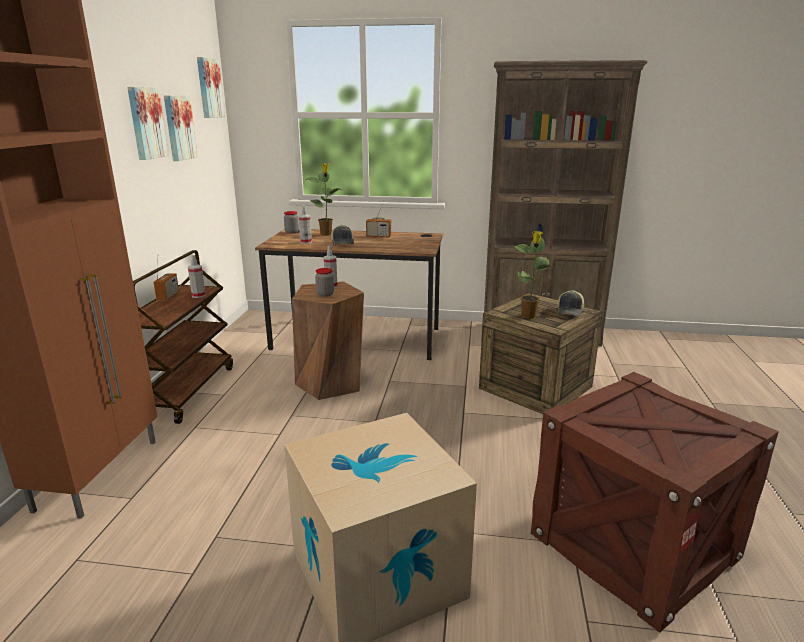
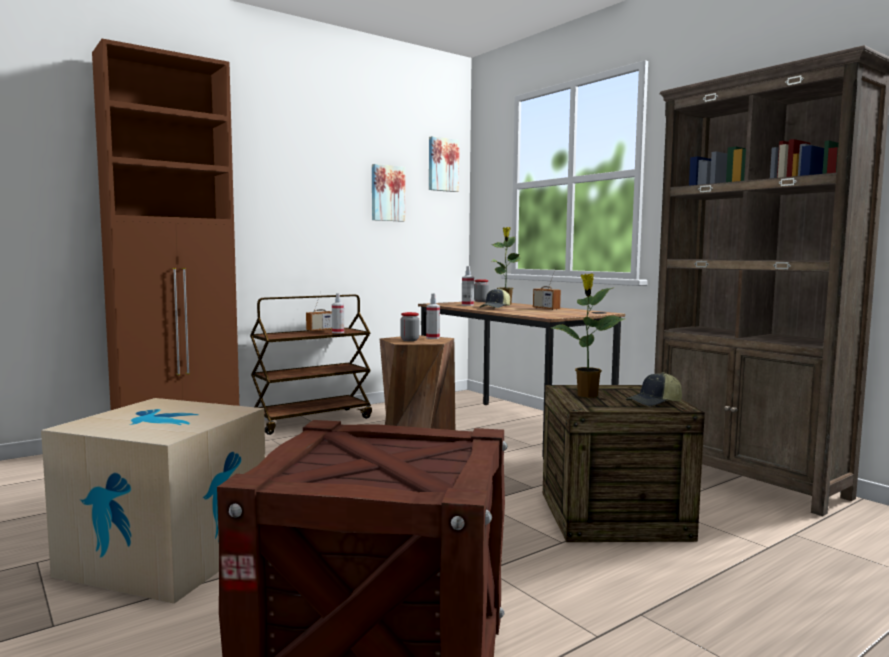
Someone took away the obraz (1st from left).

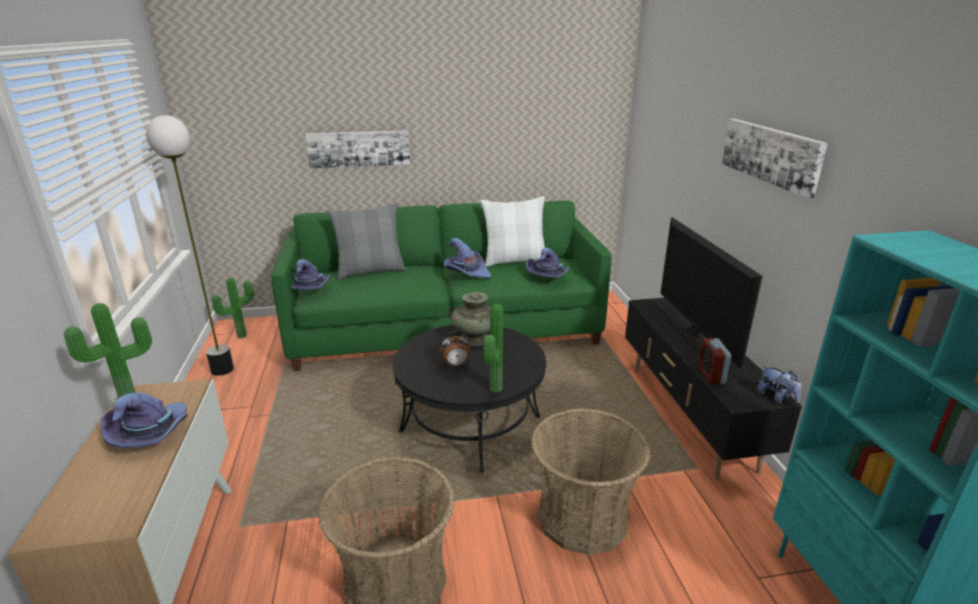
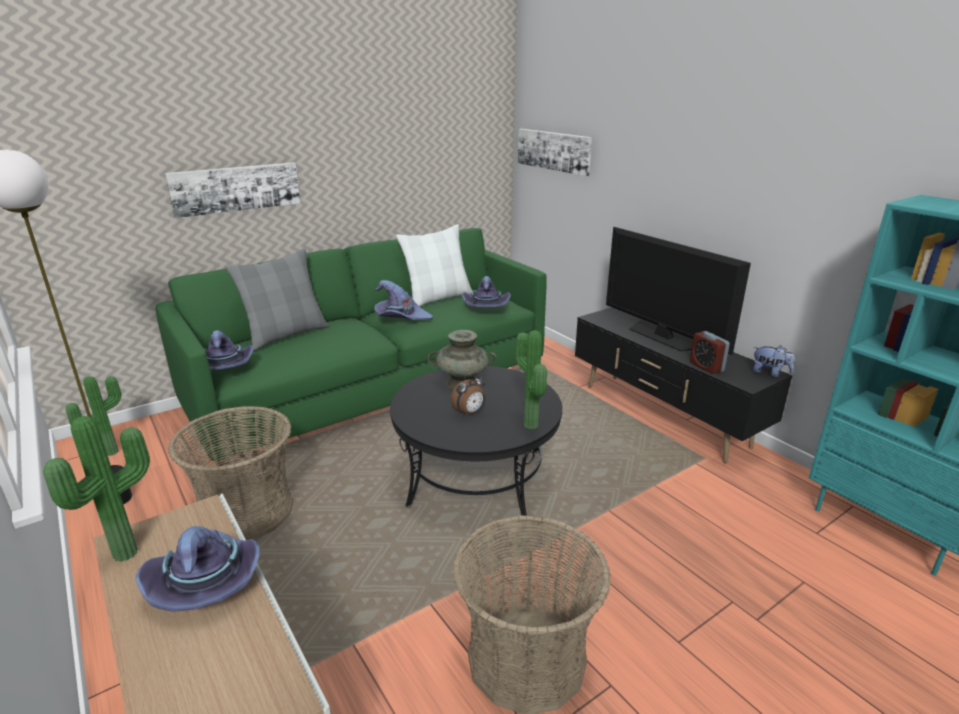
Someone carried the obraz (2nd from left). Someone carried the koszyk (2nd from left in the first image).

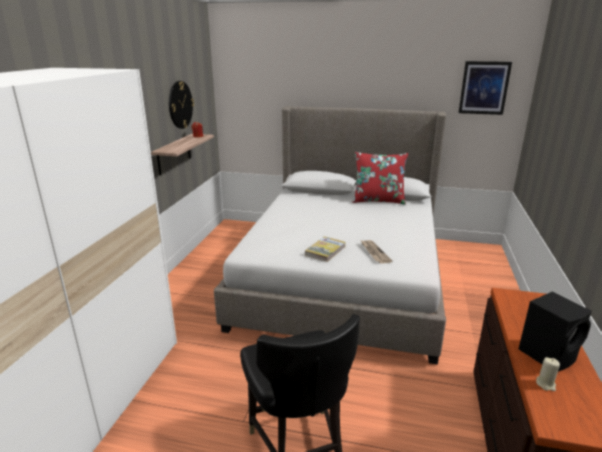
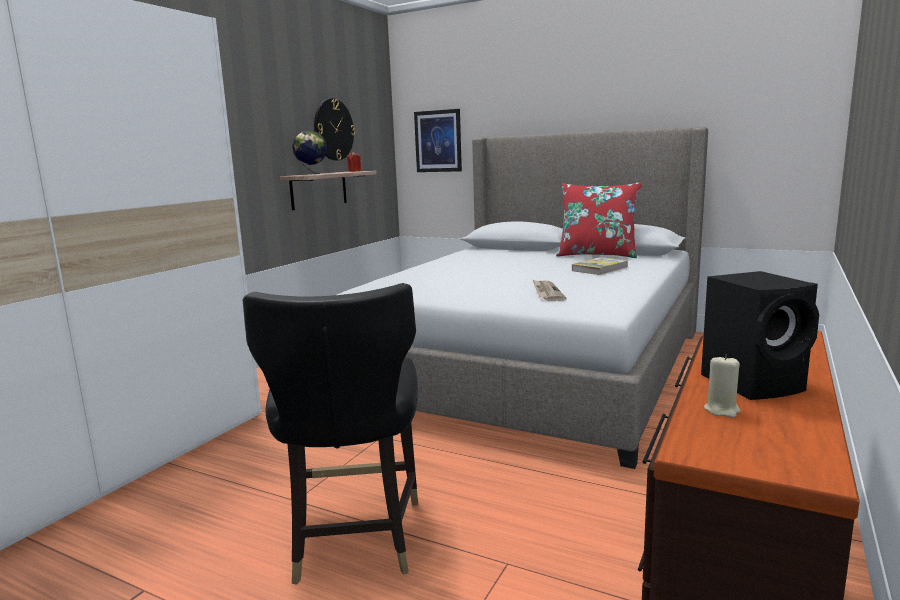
Someone carried the obraz. Someone carried the książka. Someone put down the globus.

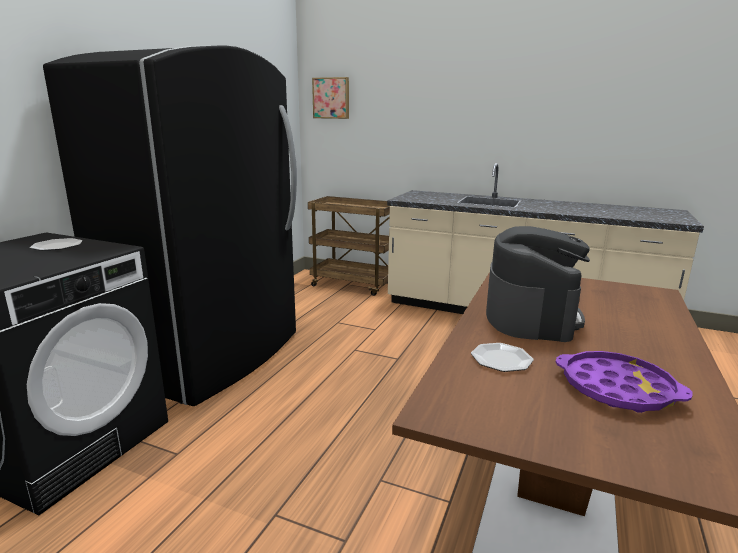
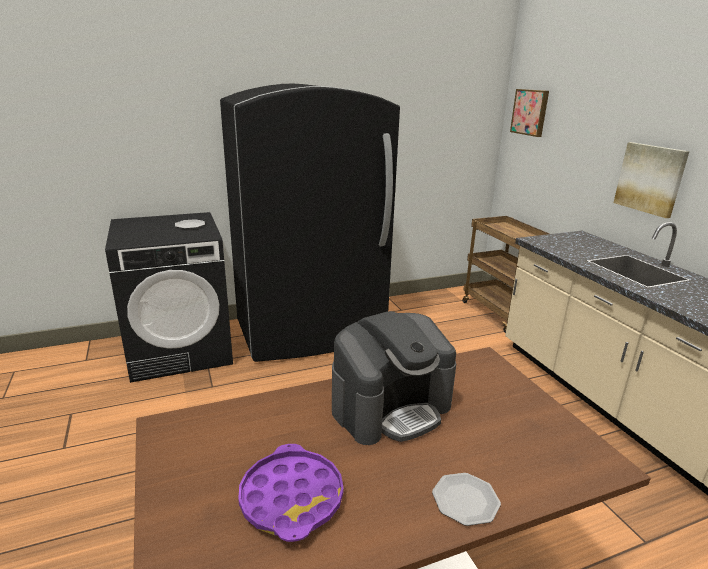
Someone carried the talerz (2nd from left). Someone put up the obraz (2nd from left).

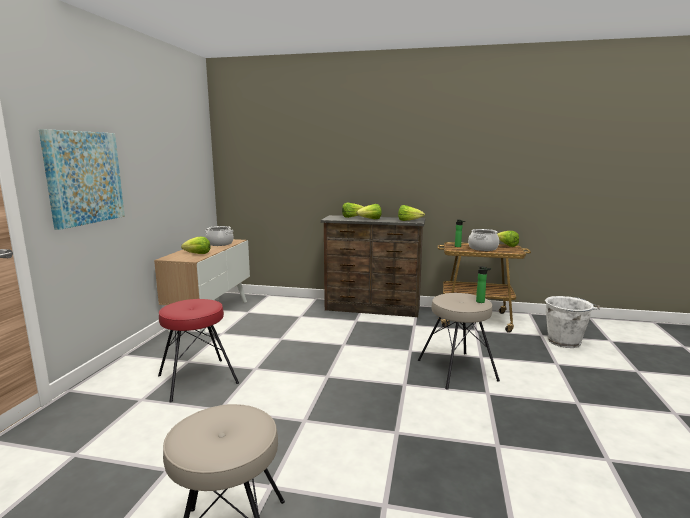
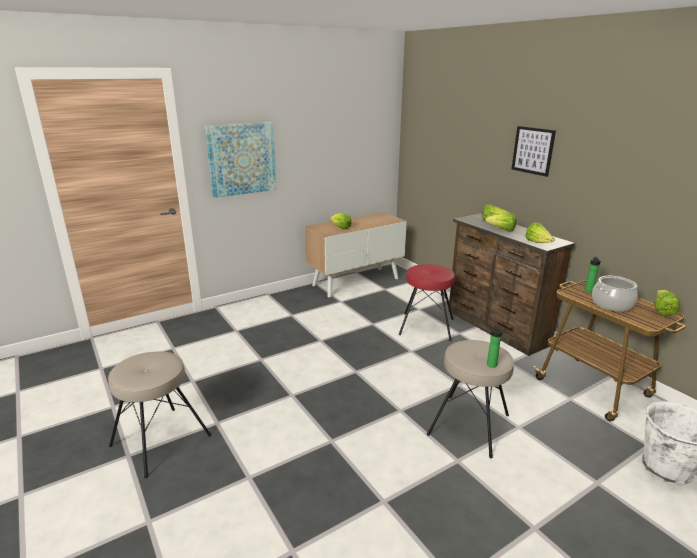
Someone took away the garnek (1st from left). Someone carried the stołek/czerwony. Someone put up the obraz (2nd from left).

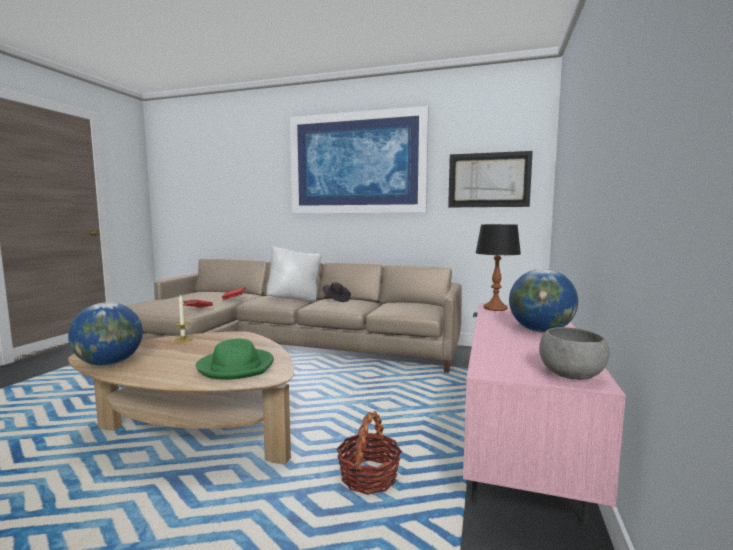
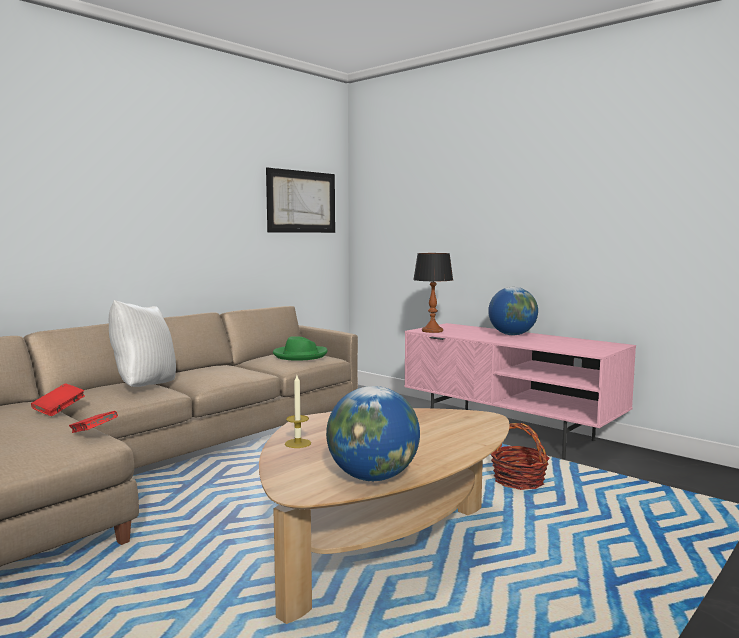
Someone took away the obraz (1st from left). Someone took away the kapelusz/czarny. Someone took away the miska/szary. Someone carried the kapelusz/zielony.

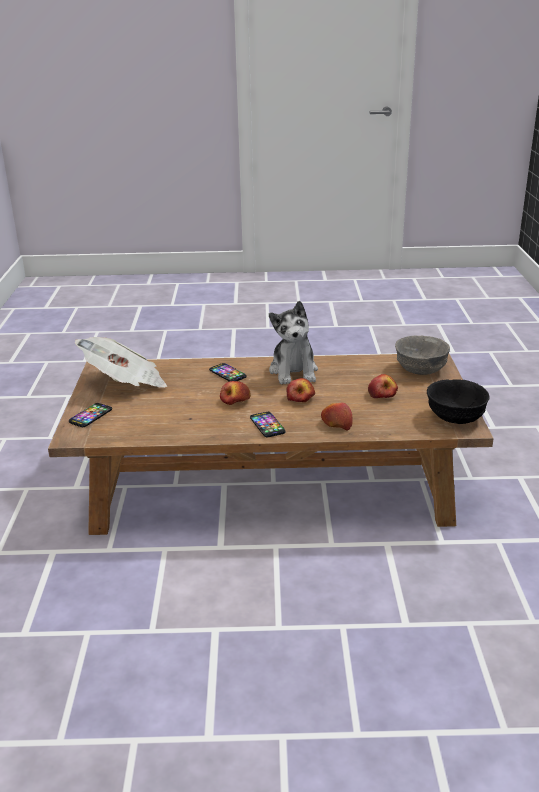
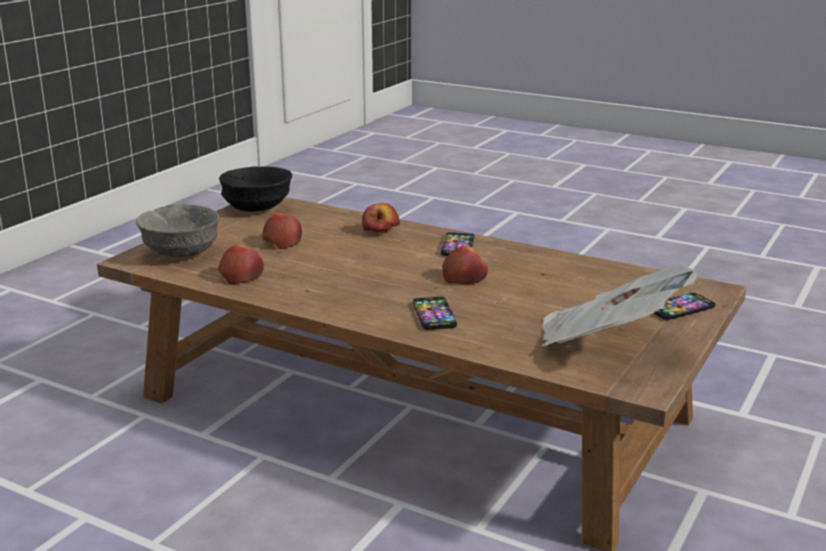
Someone took away the pluszak. Someone carried the jabłko (2nd from left in the first image).

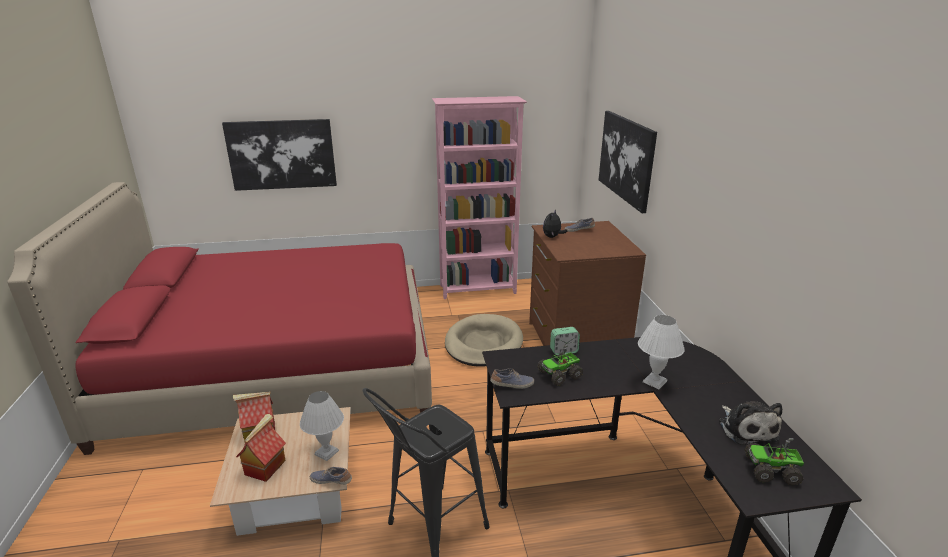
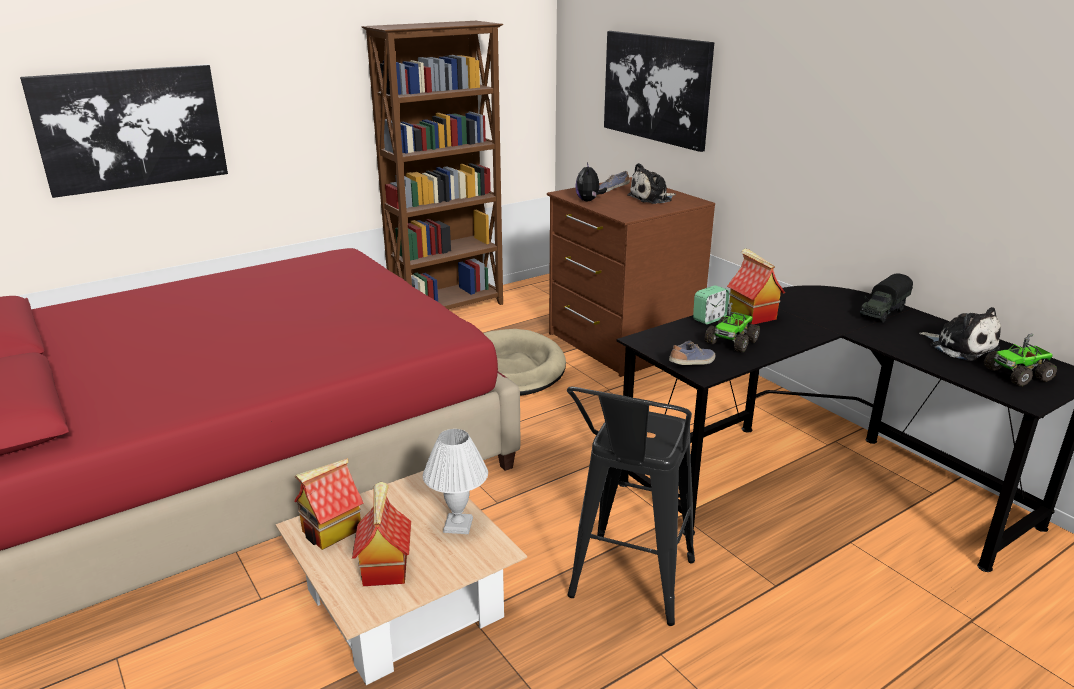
Someone repainted the regał/różowy, which became the regał/brązowy. Someone took away the lampa stołowa/biały (2nd from left). Someone took away the but (1st from left). Someone put down the pluszak (2nd from left). Someone put down the domek (3rd from left). Someone put down the ciężarówka zabawkowa (2nd from left).

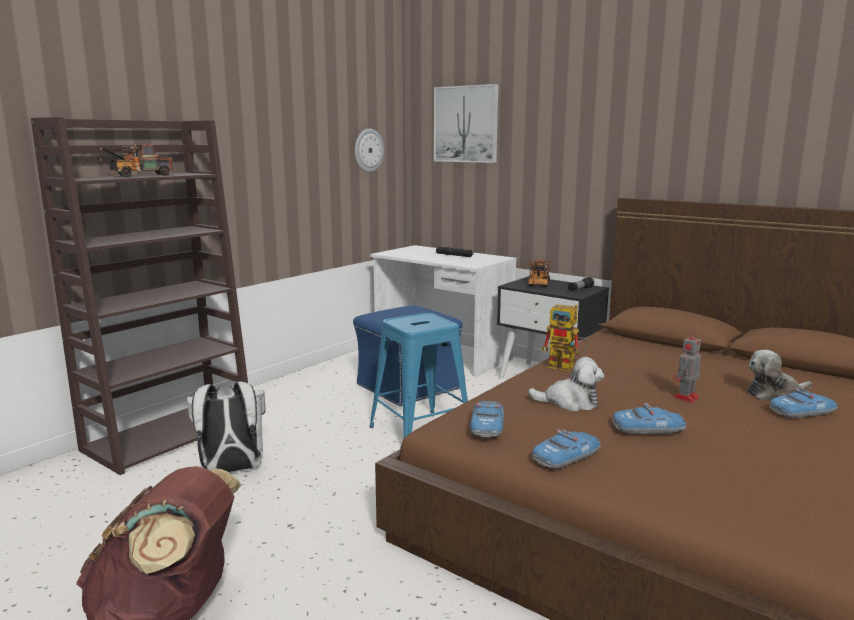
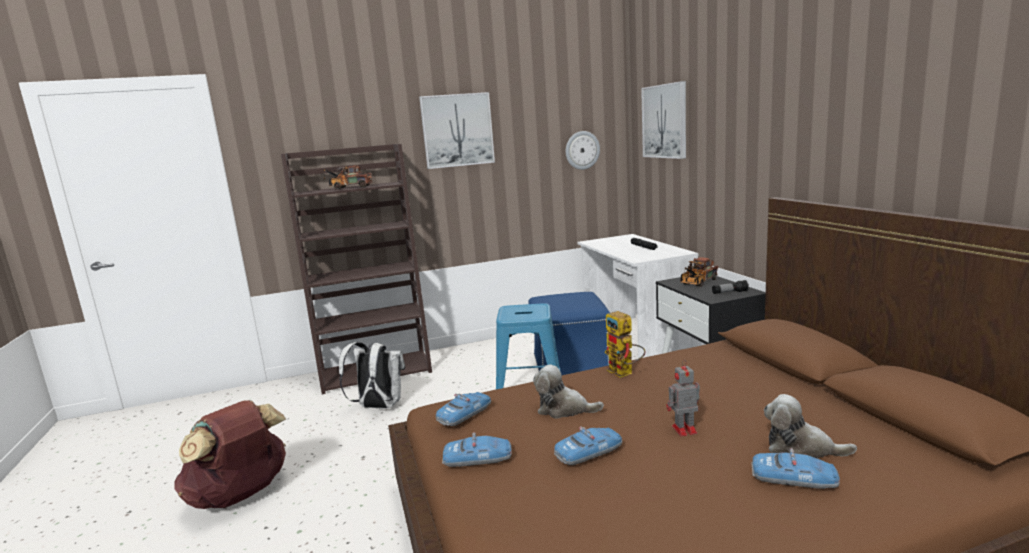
Someone rotated the pluszak (1st from left) by 150 degrees clockwise. Someone rotated the samochodzik (3rd from left) by 60 degrees counterclockwise. Someone put up the obraz (1st from left).

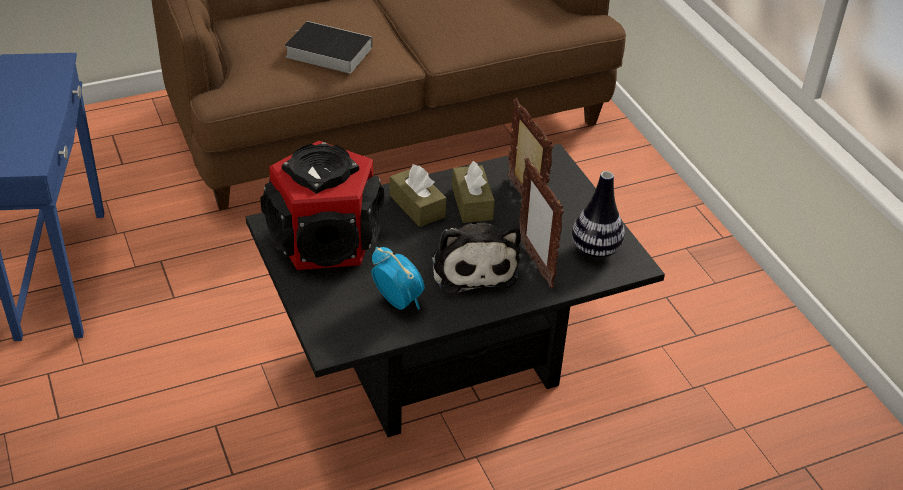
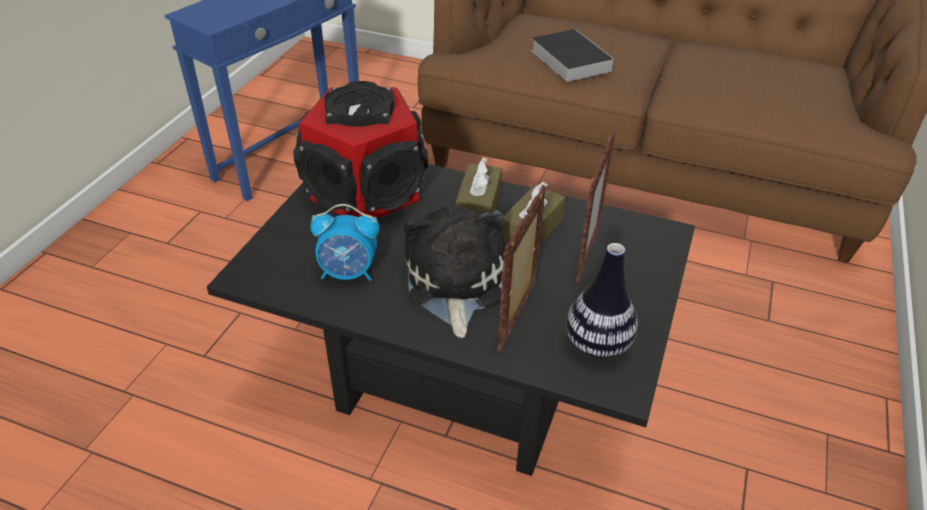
Someone rotated the pluszak by 150 degrees clockwise. Someone rotated the budzik by 90 degrees clockwise.

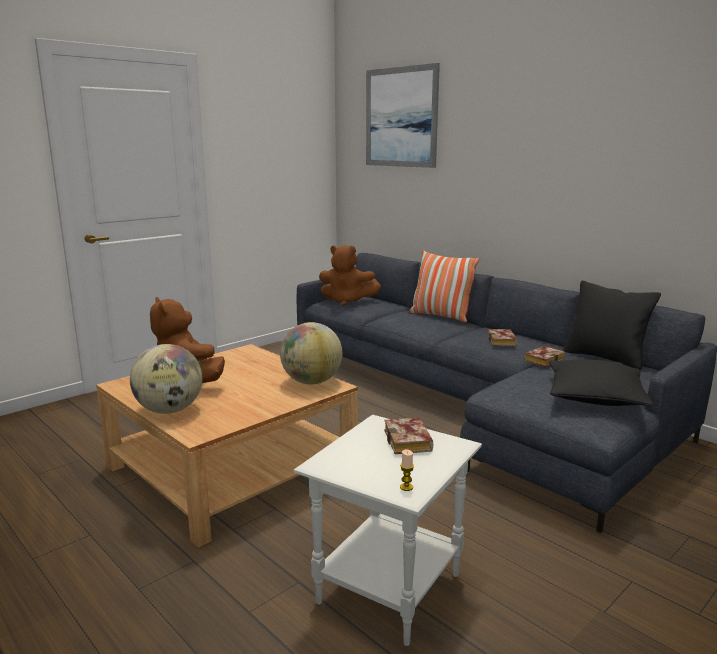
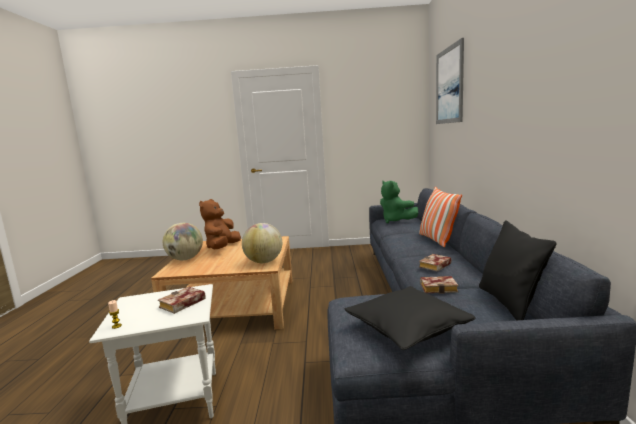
Someone repainted the pluszak/brązowy (2nd from left), which became the pluszak/zielony.

